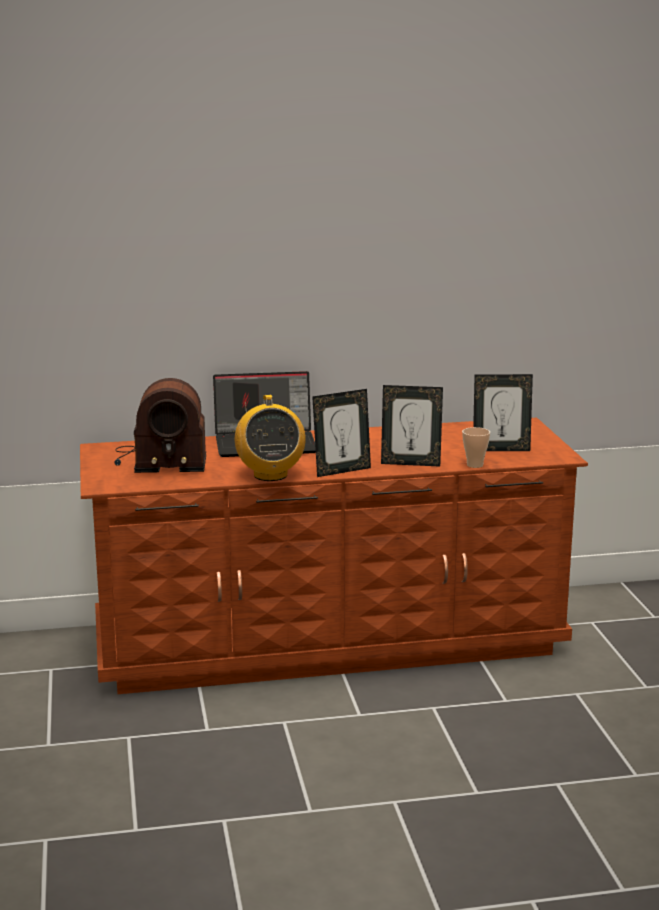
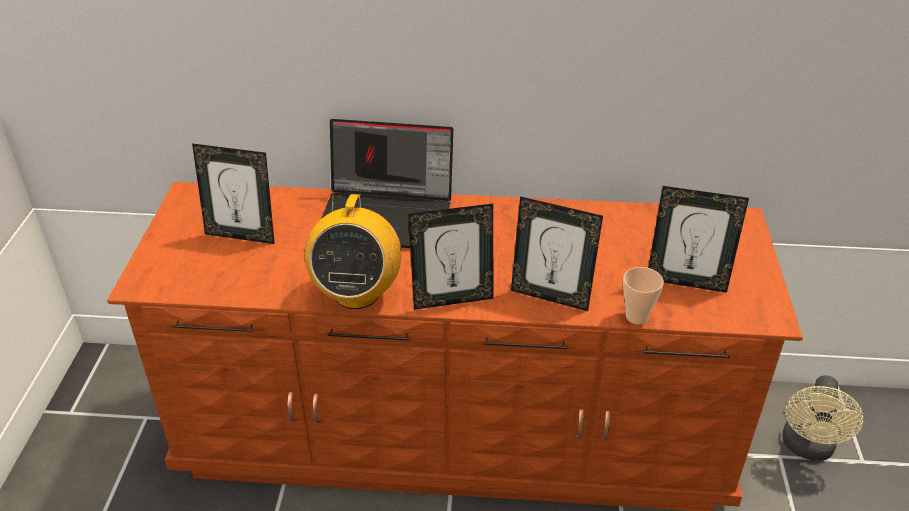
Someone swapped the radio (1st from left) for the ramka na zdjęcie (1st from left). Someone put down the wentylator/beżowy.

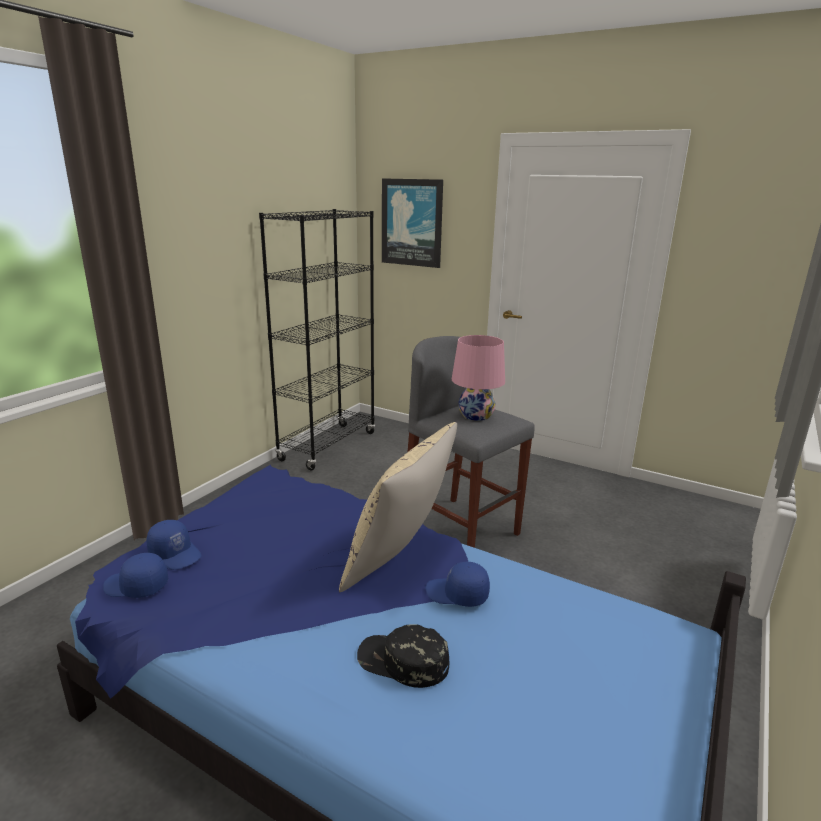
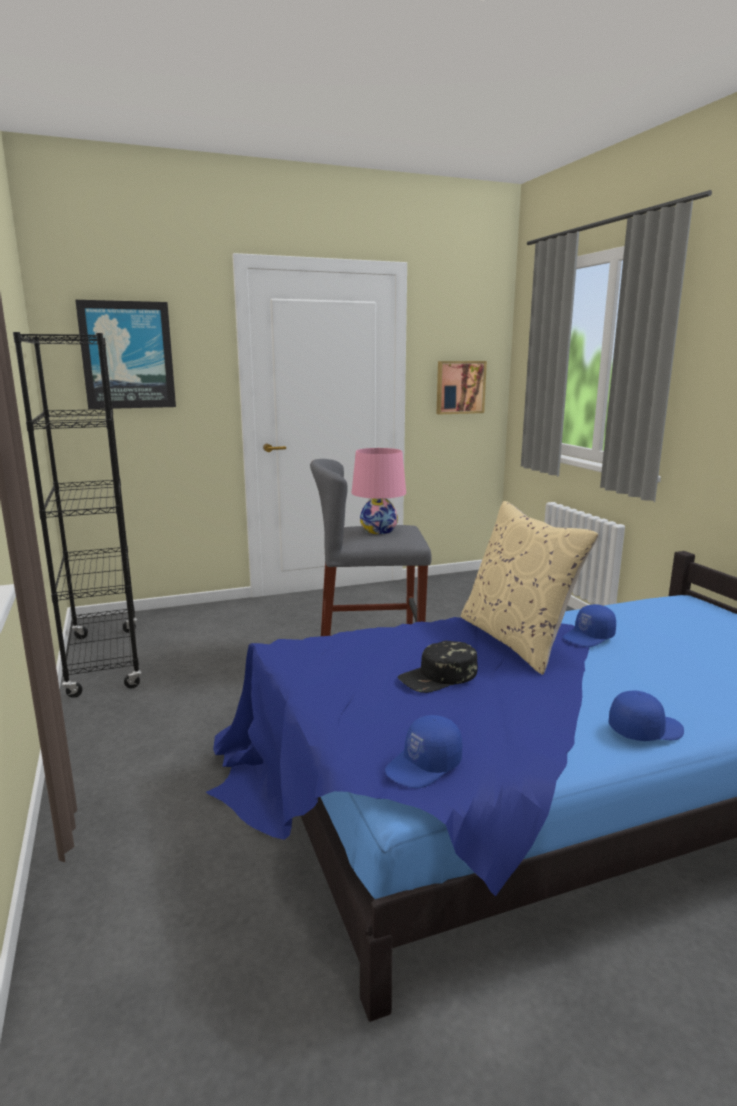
Someone carried the czapka z daszkiem/niebieski (2nd from left in the first image). Someone carried the czapka z daszkiem/czarny. Someone put up the obraz (2nd from left).

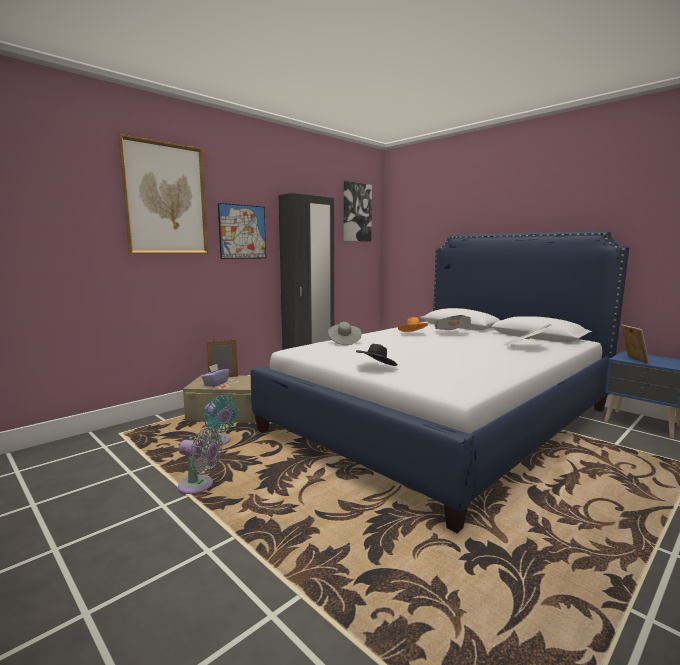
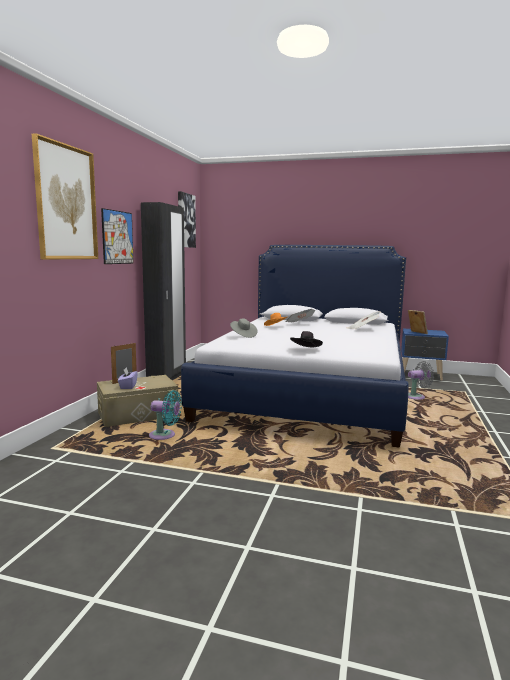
Someone carried the wentylator/szary.

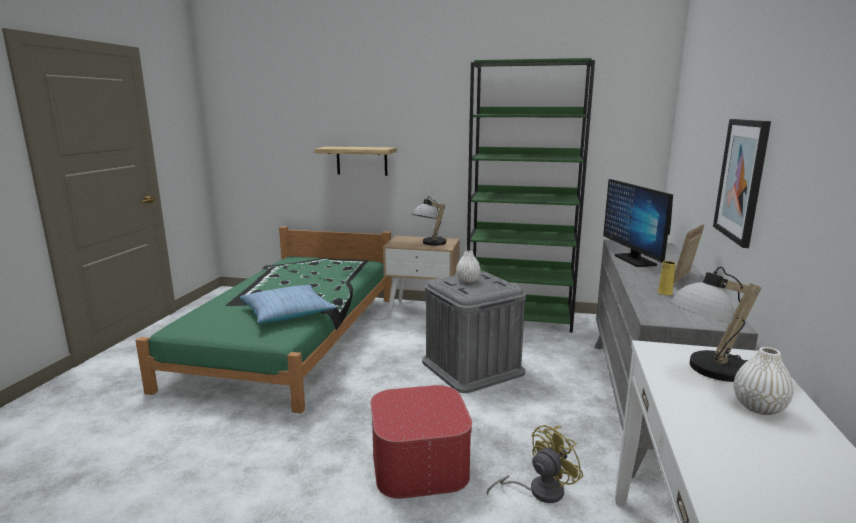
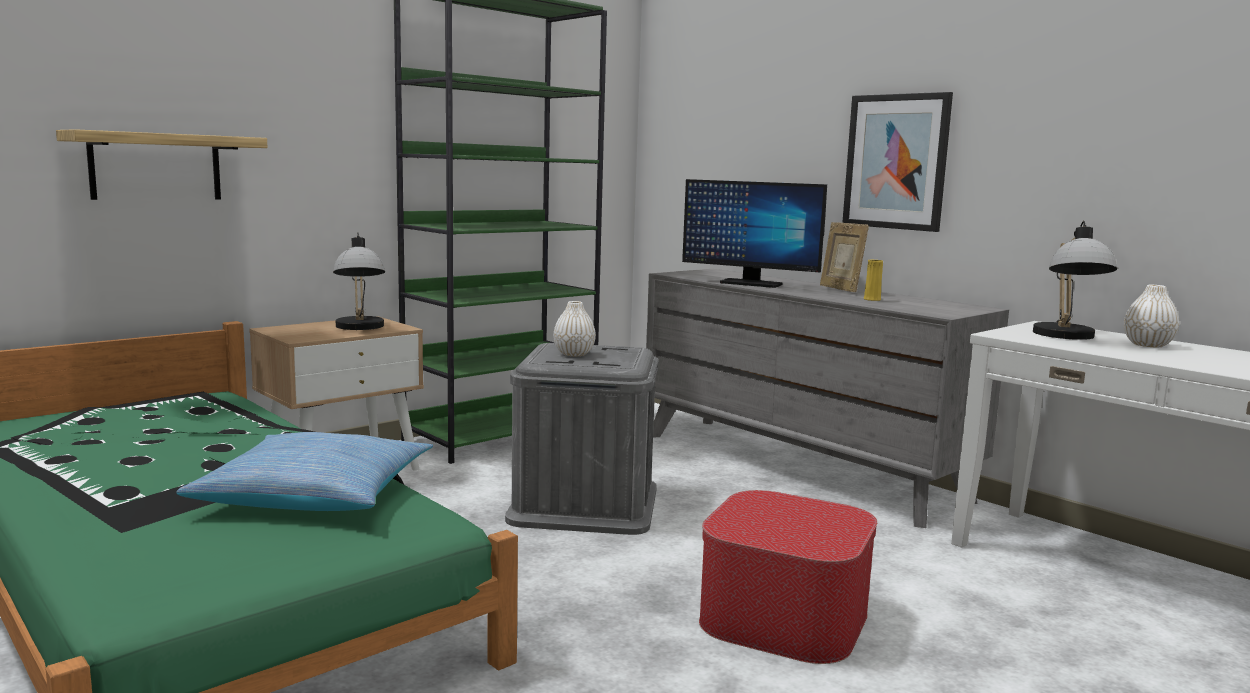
Someone took away the wentylator/żółty.

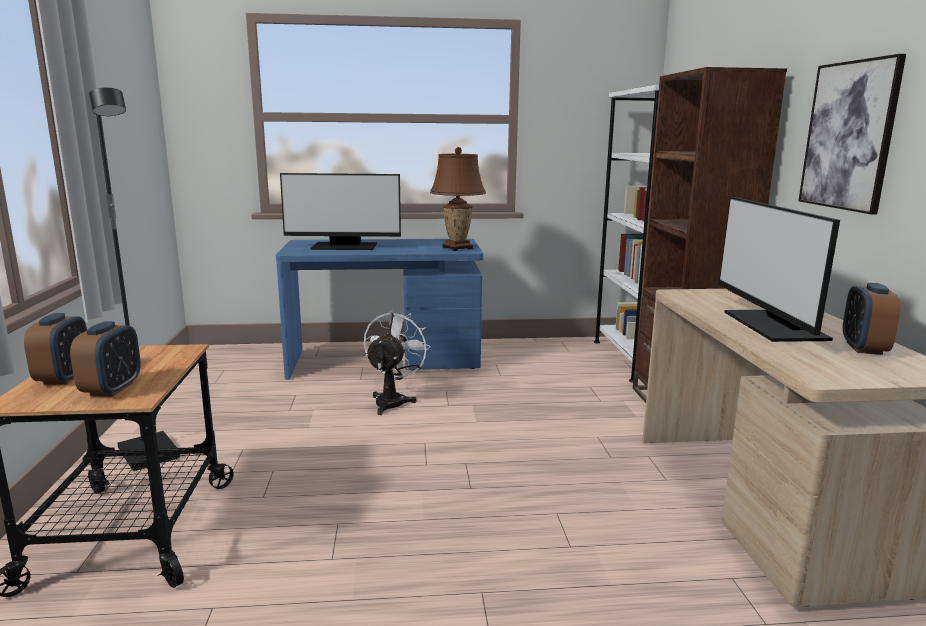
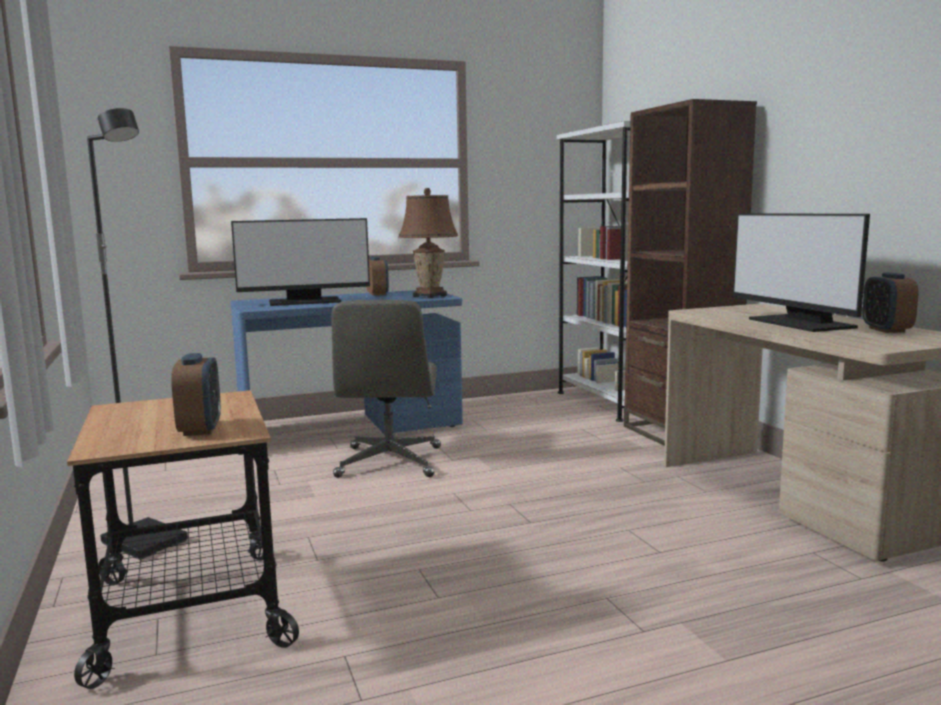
Someone took away the obraz. Someone swapped the wentylator/biały for the krzesło biurowe/szary. Someone carried the budzik (1st from left in the first image).

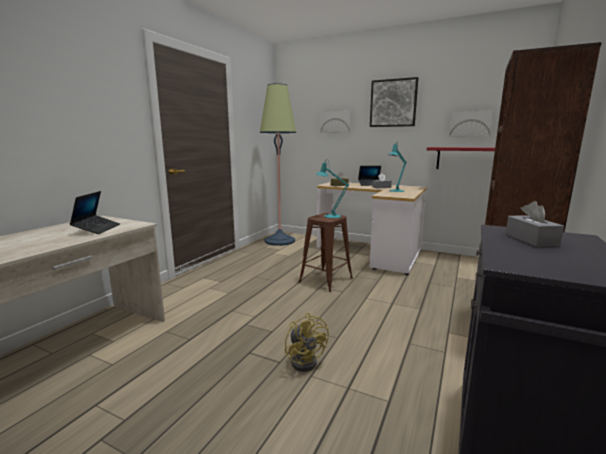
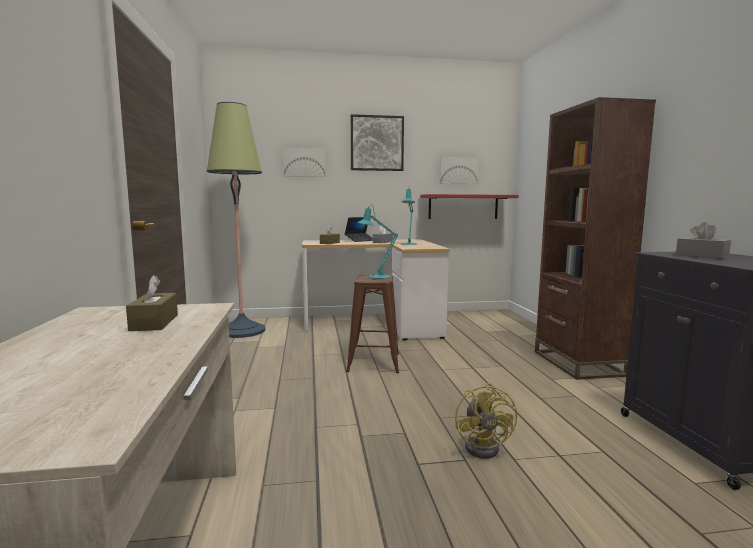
Someone swapped the laptop (1st from left) for the pudełko chusteczek/brązowy (1st from left). Someone rotated the wentylator/żółty by 60 degrees clockwise.

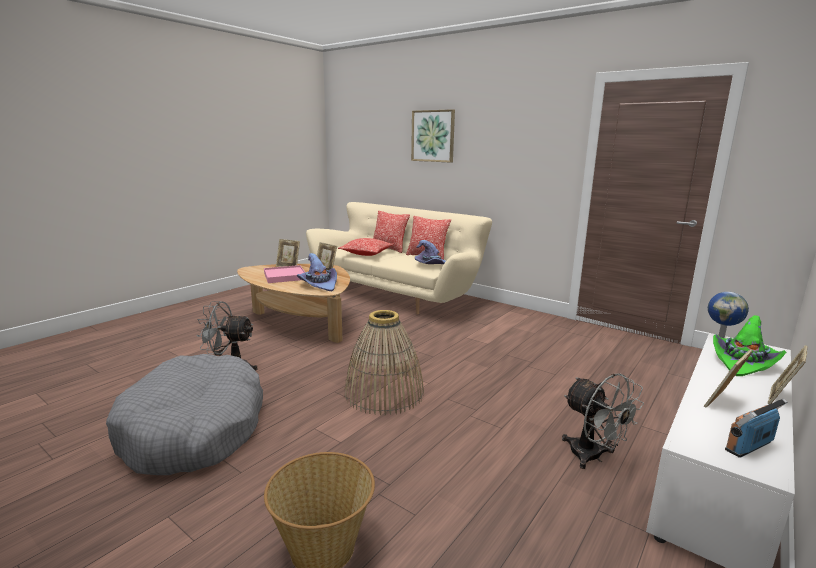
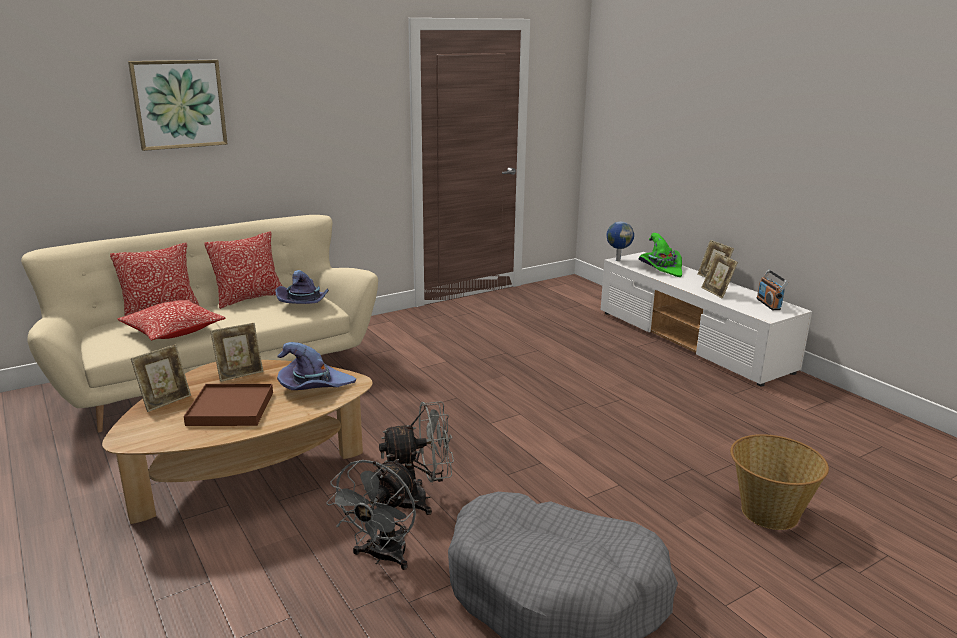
Someone repainted the taca/różowy, which became the taca/brązowy. Someone took away the koszyk (2nd from left). Someone carried the wentylator/szary (2nd from left).

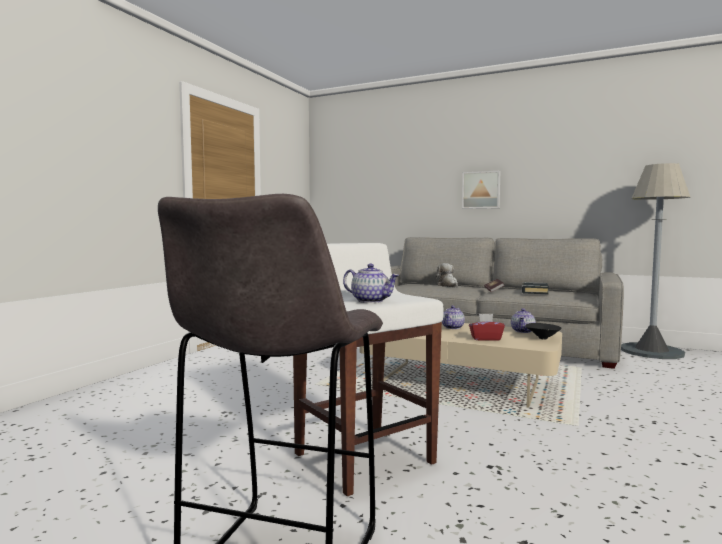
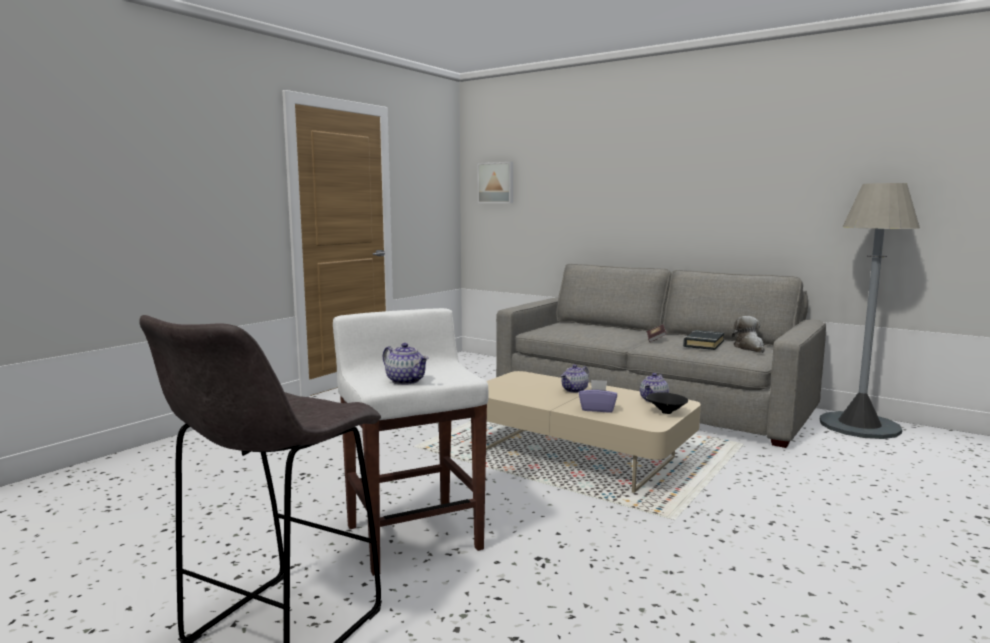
Someone carried the obraz. Someone carried the pluszak. Someone repainted the pudełko chusteczek/czerwony, which became the pudełko chusteczek/fioletowy.

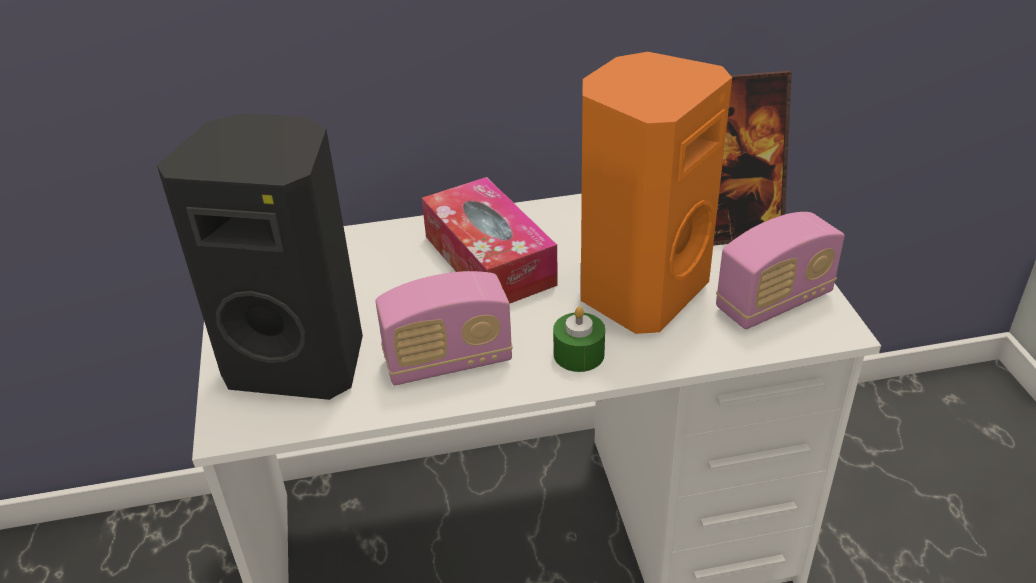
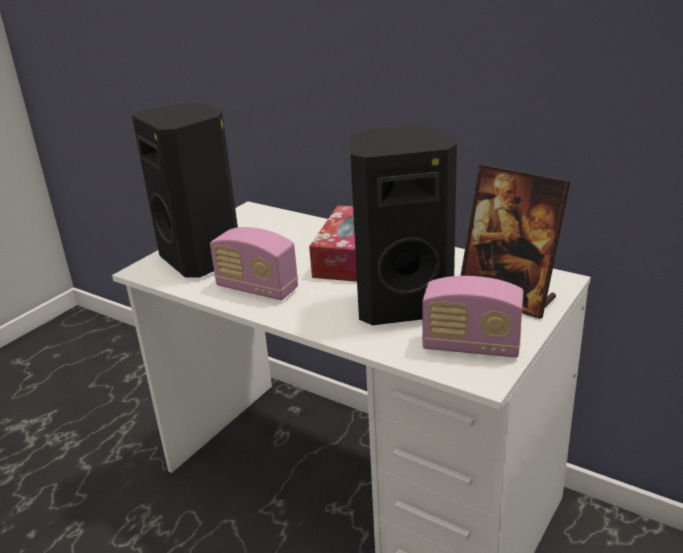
Someone repainted the głośnik/pomarańczowy, which became the głośnik/czarny (2nd from left). Someone took away the świeca/zielony.

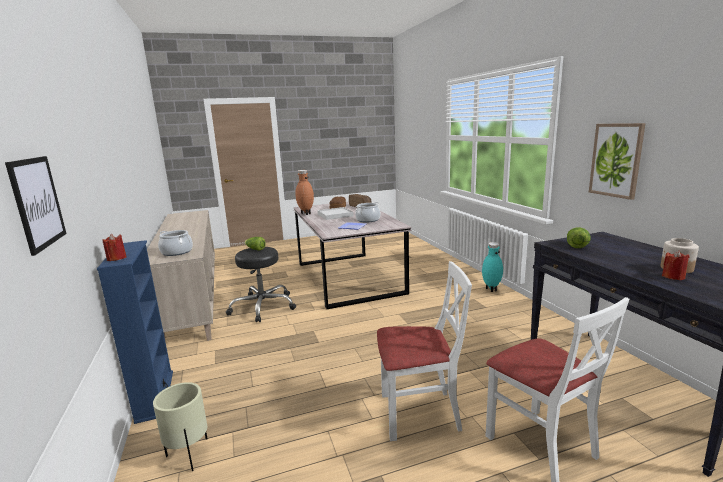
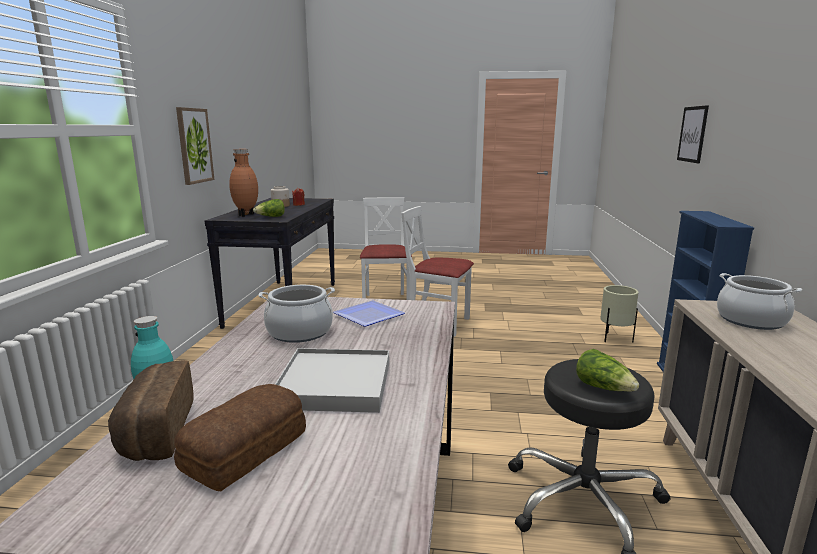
Someone carried the wazon/brązowy. Someone took away the świeca/czerwony (1st from left).

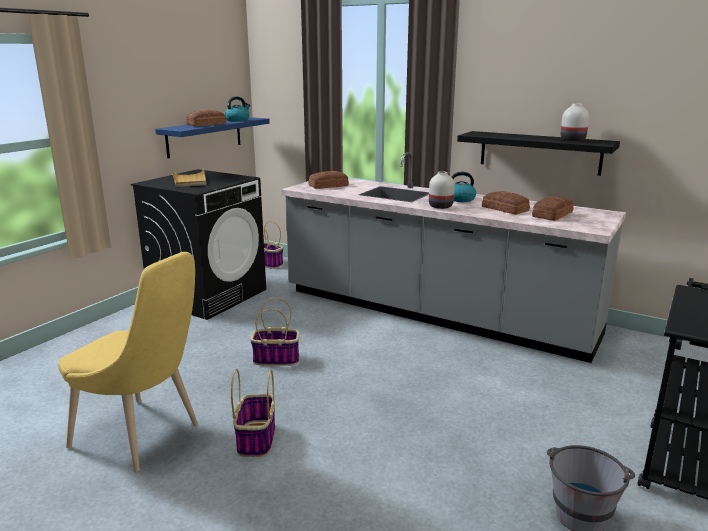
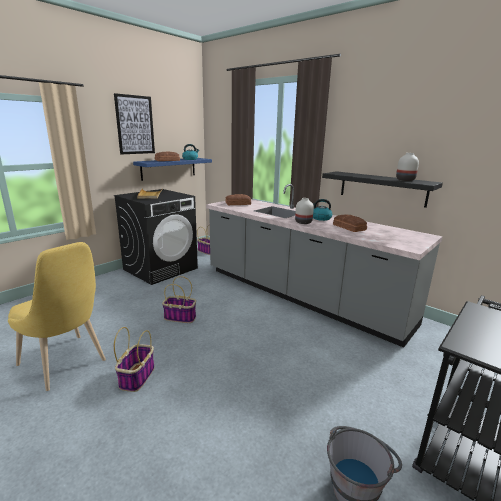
Someone took away the chleb (4th from left). Someone put up the obraz.

